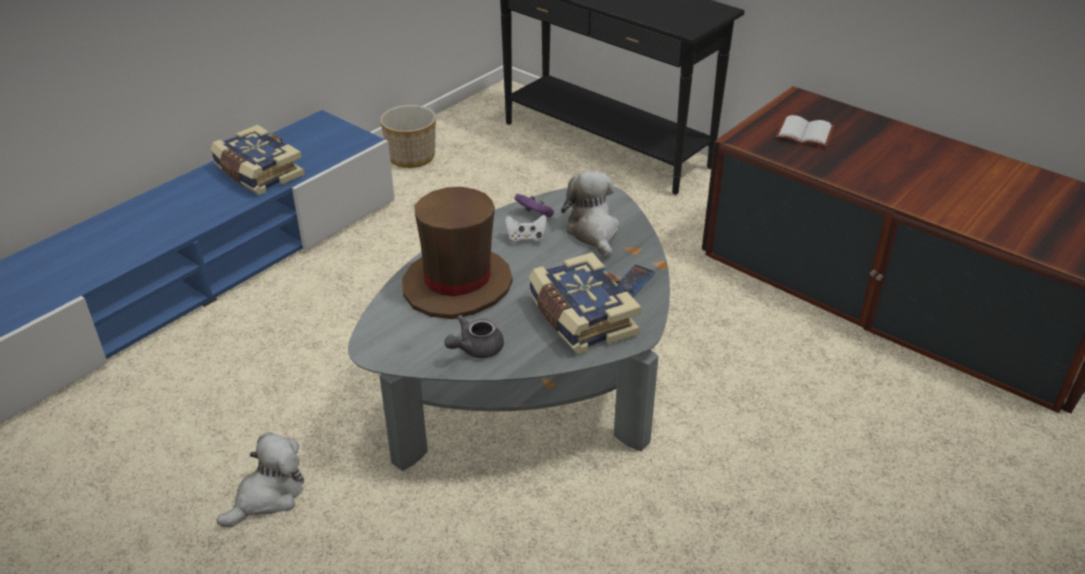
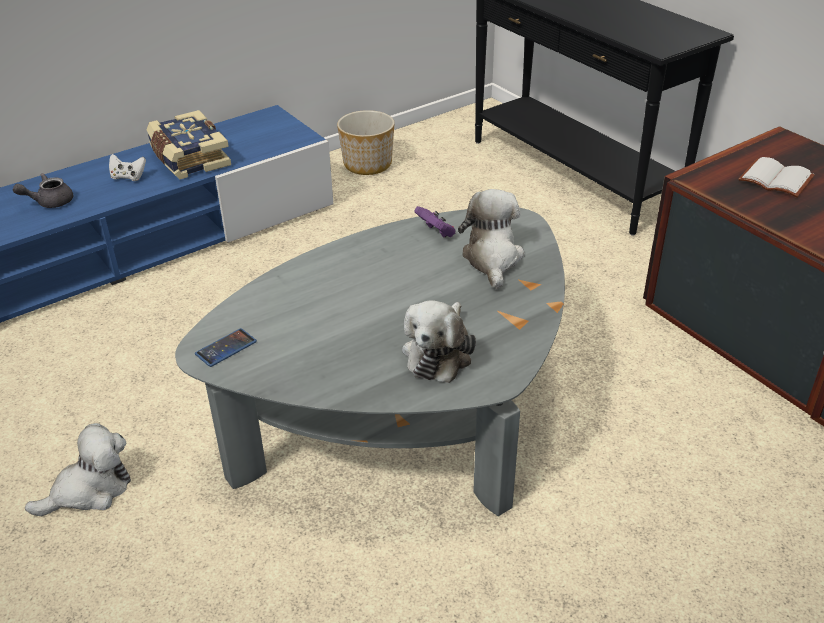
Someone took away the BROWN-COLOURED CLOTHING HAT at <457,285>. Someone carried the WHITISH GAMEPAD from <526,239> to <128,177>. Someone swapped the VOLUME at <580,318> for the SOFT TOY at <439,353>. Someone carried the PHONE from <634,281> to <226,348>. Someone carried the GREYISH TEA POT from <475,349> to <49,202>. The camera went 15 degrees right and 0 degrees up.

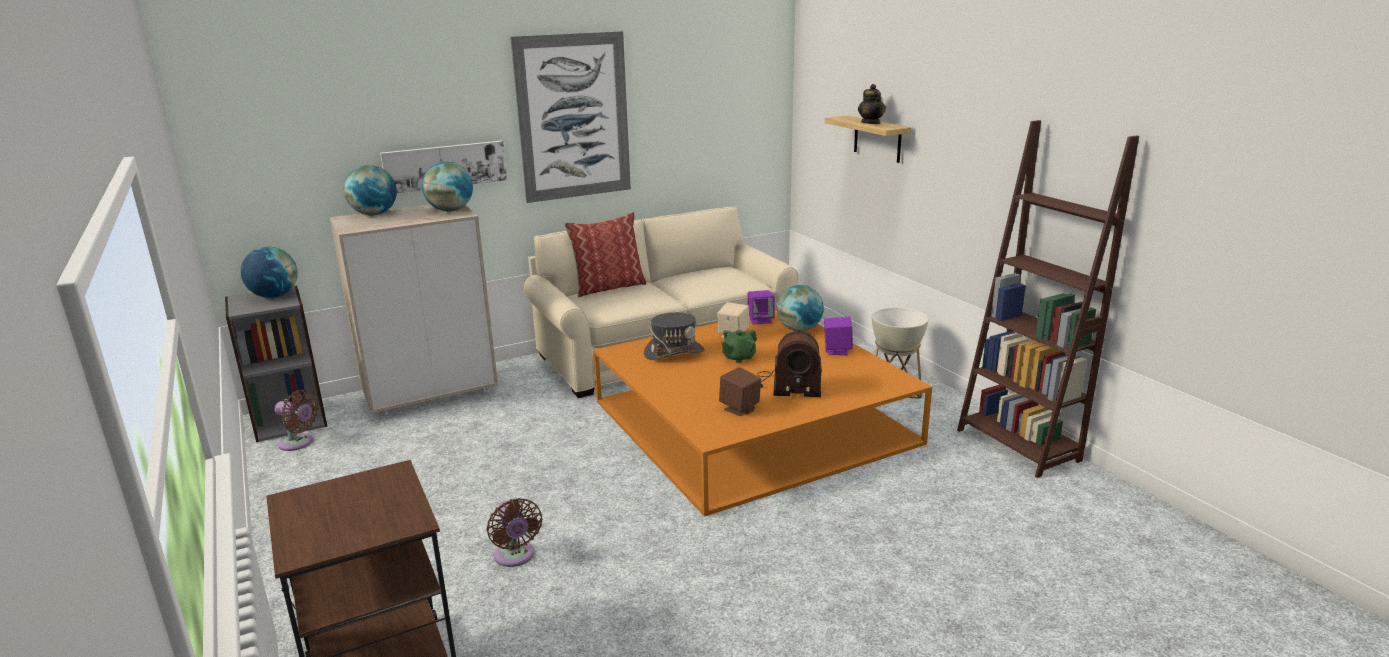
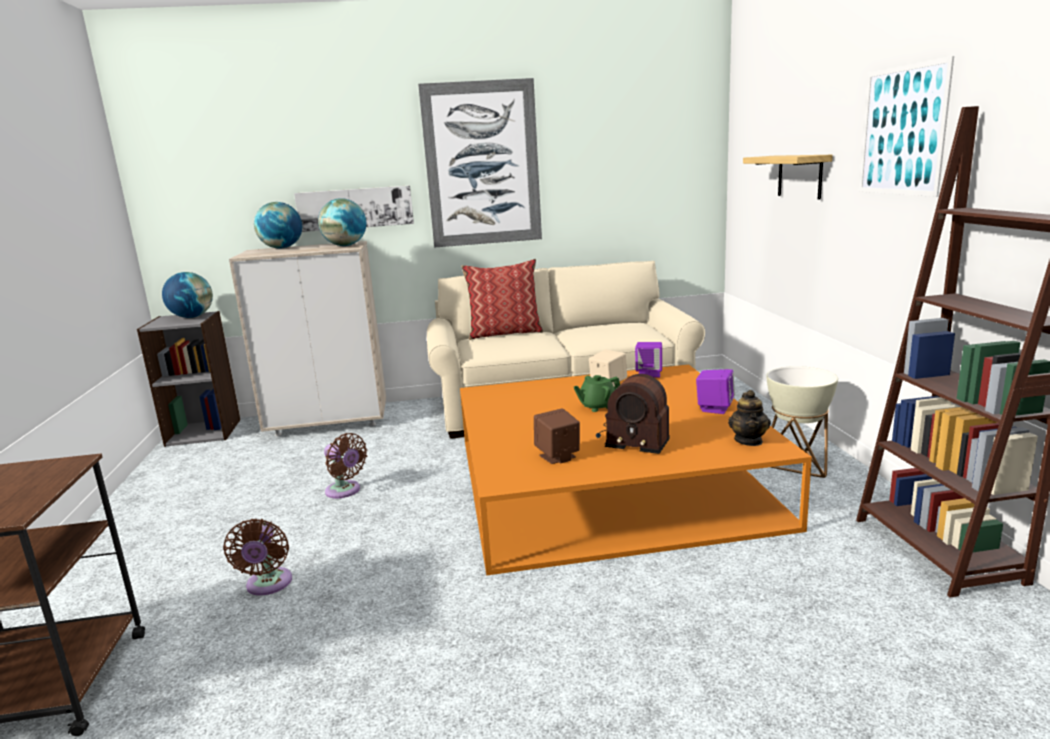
Someone carried the TEA POT from <871,123> to <748,441>. Someone took away the DESK GLOBE at <799,329>. Someone took away the GREYISH CLOTHING HAT at <674,352>. Someone carried the BROWN-COLOURED ELECTRIC FAN from <299,443> to <345,491>. Someone put up the WALL ART at <902,131>. The camera went 20 degrees right and 5 degrees down.

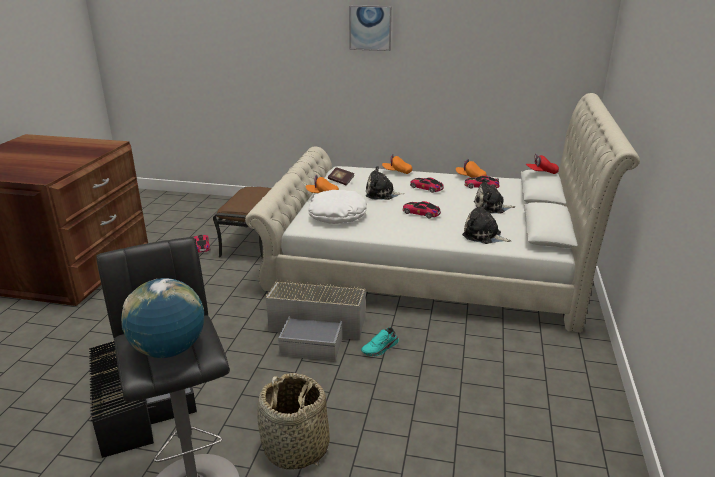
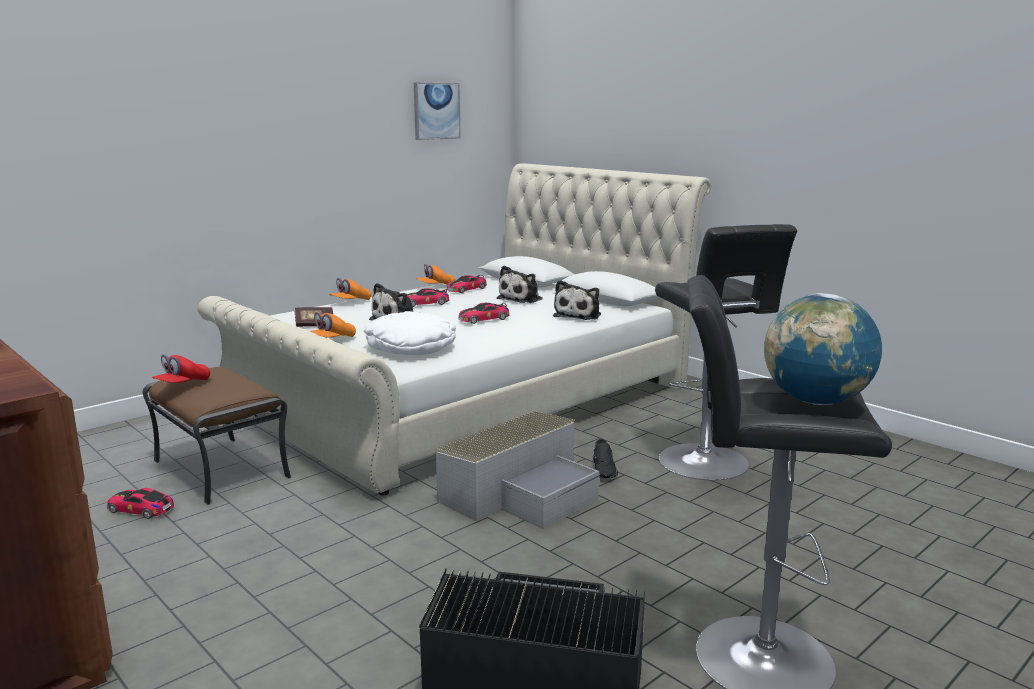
Someone carried the WALL ART from <370,28> to <436,111>. Someone carried the REDDISH CAP from <541,173> to <182,385>. Someone rotated the SOFT TOY at <484,236> by 45 degrees counterclockwise. Someone repainted the TURQUOISE-COLOURED ITEM OF FOOTWEAR at <380,348>, which became the BLACKISH ITEM OF FOOTWEAR at <604,469>. Someone took away the STORAGE BASKET at <296,448>. Someone put down the BLACKISH SITTING STOOL at <707,464>. The camera went 55 degrees left and 10 degrees down.

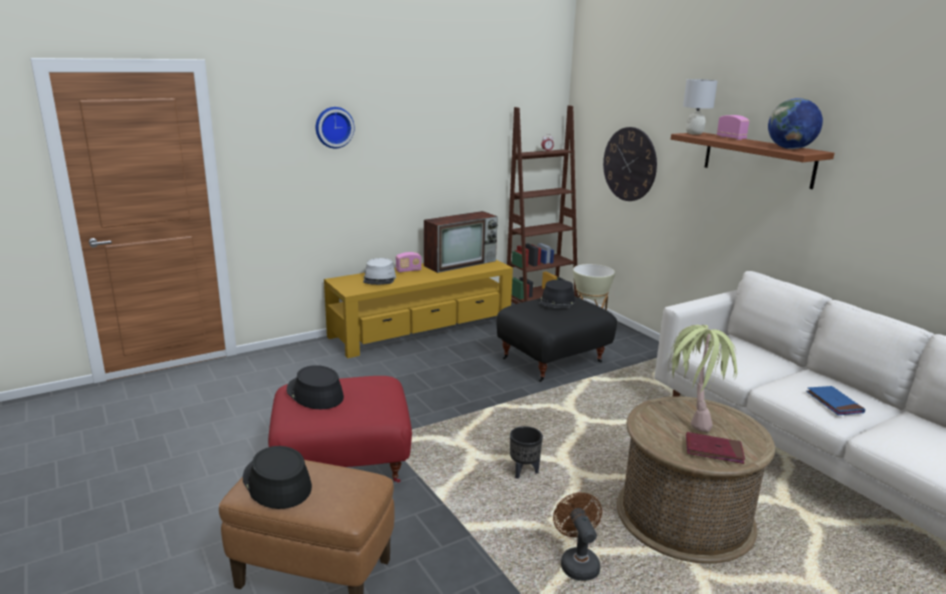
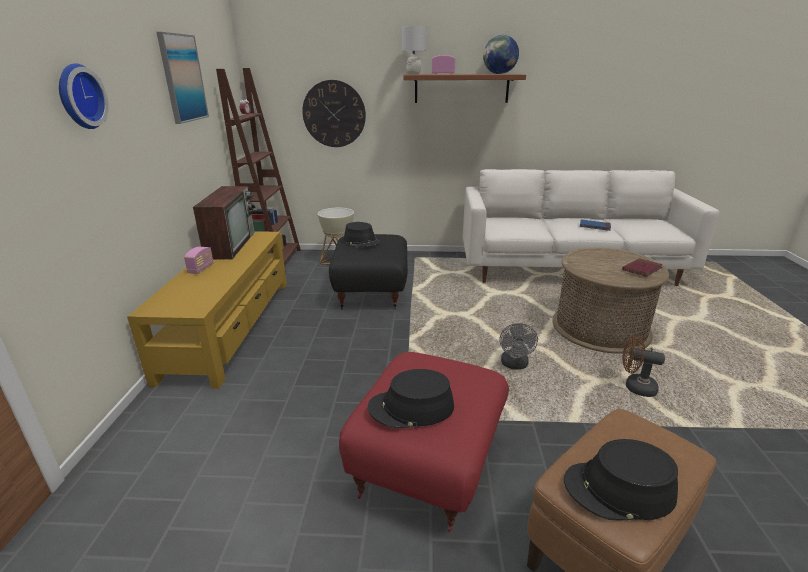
Someone took away the GREYISH CLOTHING HAT at <379,279>. Someone took away the POTTED PLANT at <692,417>. Someone swapped the BLACKISH PLANTER at <524,472> for the GREYISH ELECTRIC FAN at <514,365>. Someone put up the WALL ART at <182,78>. The camera went 55 degrees left and 5 degrees up.

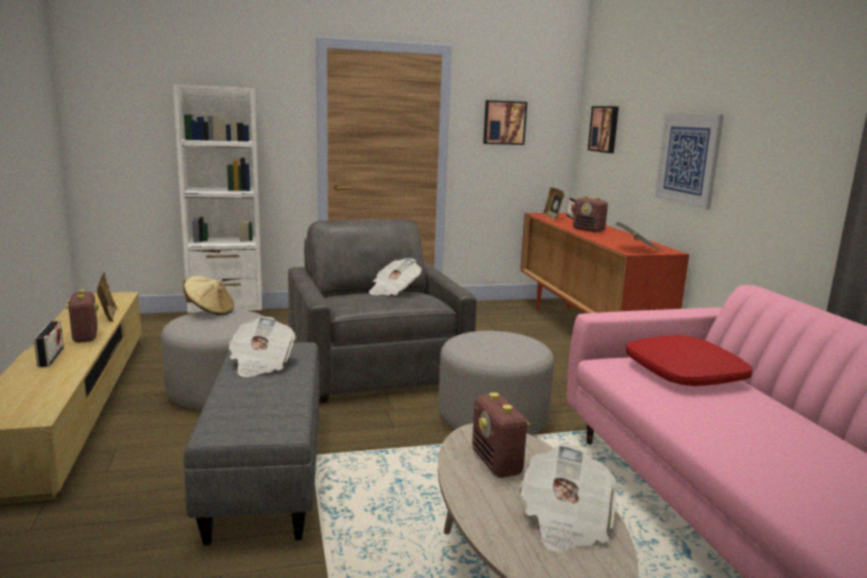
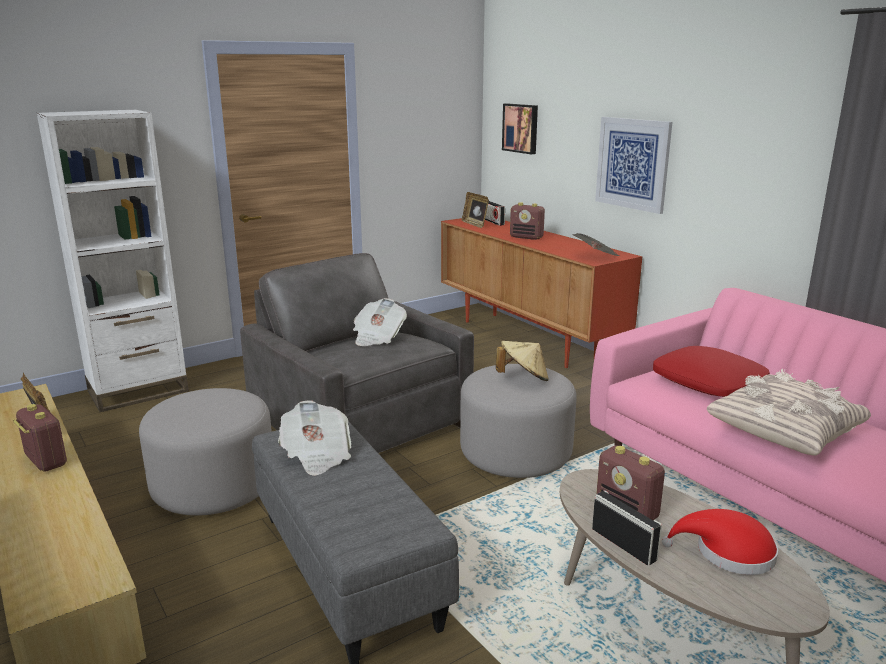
Someone took away the WALL ART at <504,122>. Someone carried the BEIGE CLOTHING HAT from <210,311> to <523,378>. Someone carried the RADIO from <51,357> to <623,544>. Someone swapped the DAILY PAPER at <565,521> for the REDDISH CLOTHING HAT at <728,553>. Someone put down the BEIGE CUSHION at <784,434>. The camera went 20 degrees left and 5 degrees up.

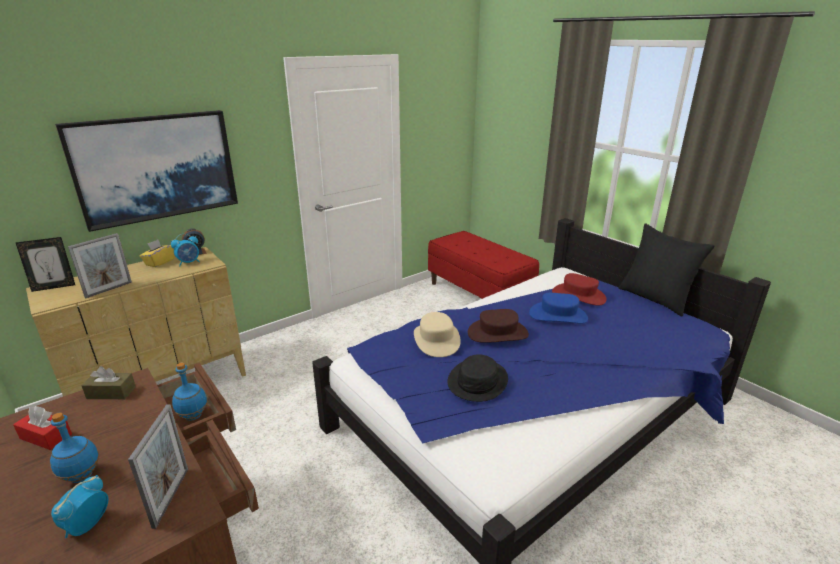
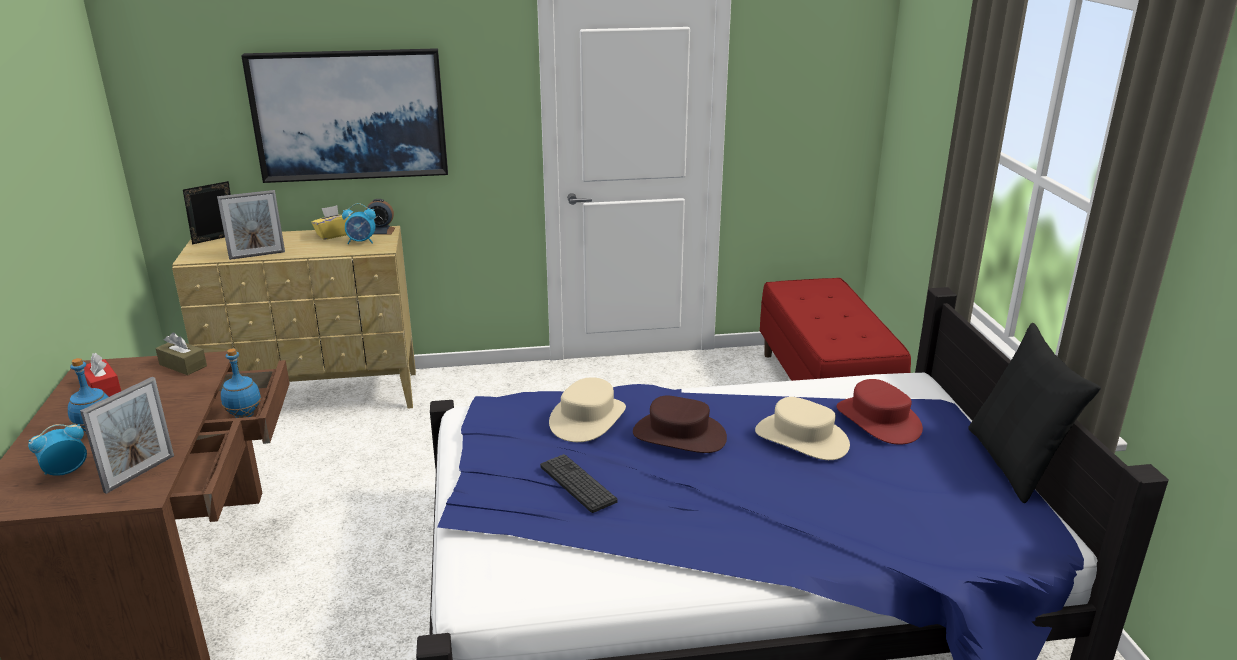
Someone rotated the STANDING FRAME at <54,287> by 135 degrees clockwise. Someone repainted the BLUE-COLOURED CLOTHING HAT at <558,315>, which became the BEIGE CLOTHING HAT at <802,438>. Someone swapped the BLACKISH CLOTHING HAT at <478,381> for the KEYBOARD at <577,484>. The camera went 30 degrees right and 0 degrees up.

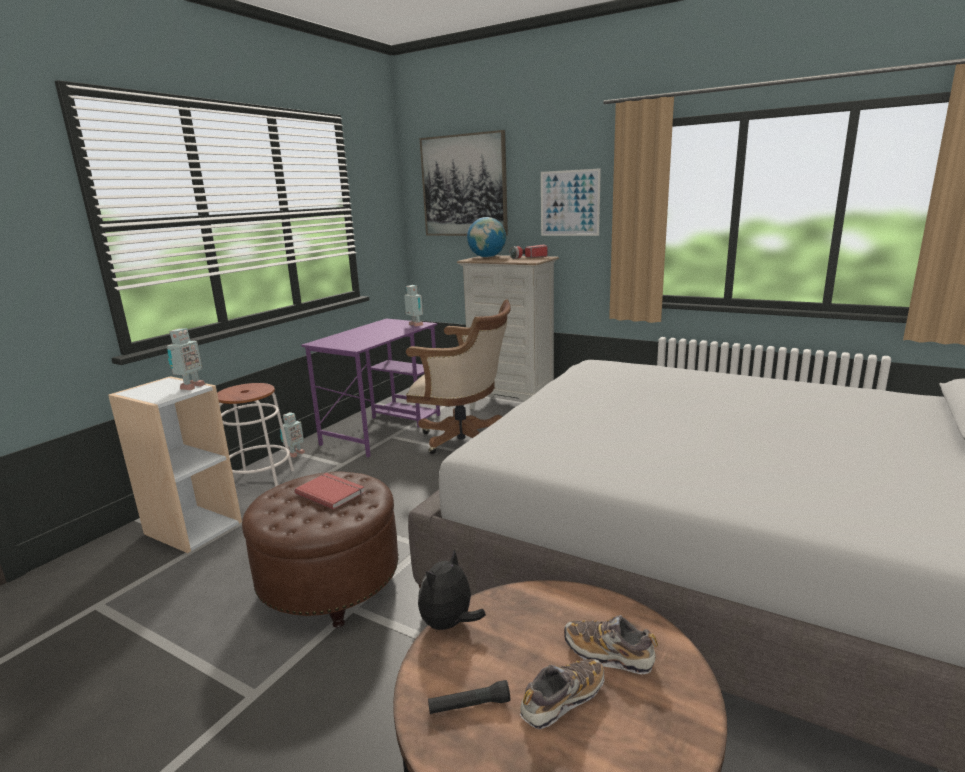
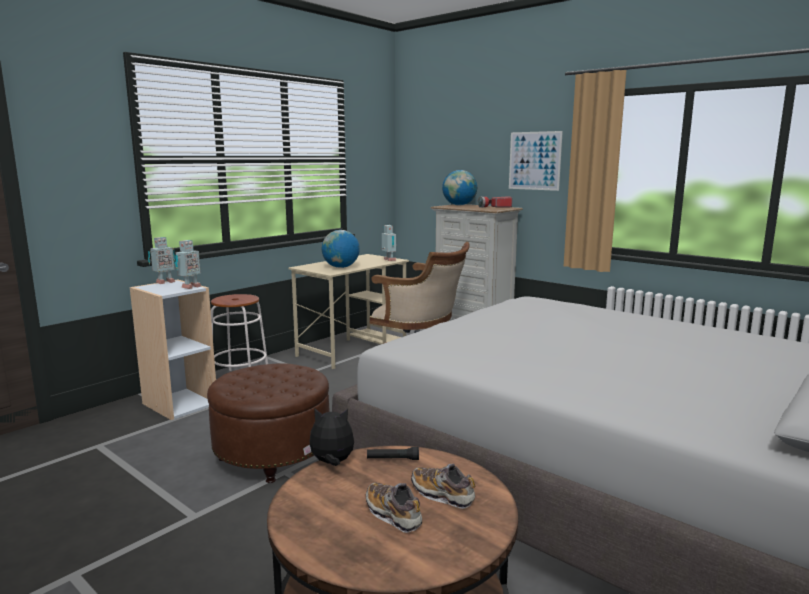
Someone took away the WALL ART at <464,186>. Someone repainted the PURPLISH DESK UNIT at <383,429>, which became the BEIGE DESK UNIT at <353,349>. Someone carried the MODEL ROBOT from <295,454> to <164,282>. Someone took away the REDDISH VOLUME at <331,492>. Someone rotated the SOFT TOY at <449,624> by 45 degrees clockwise. Someone rotated the ITEM OF FOOTWEAR at <562,700> by 105 degrees counterclockwise. Someone carried the BLACKISH HAND TORCH from <469,706> to <393,459>. Someone put down the DESK GLOBE at <340,267>. The camera went 10 degrees right and 5 degrees down.

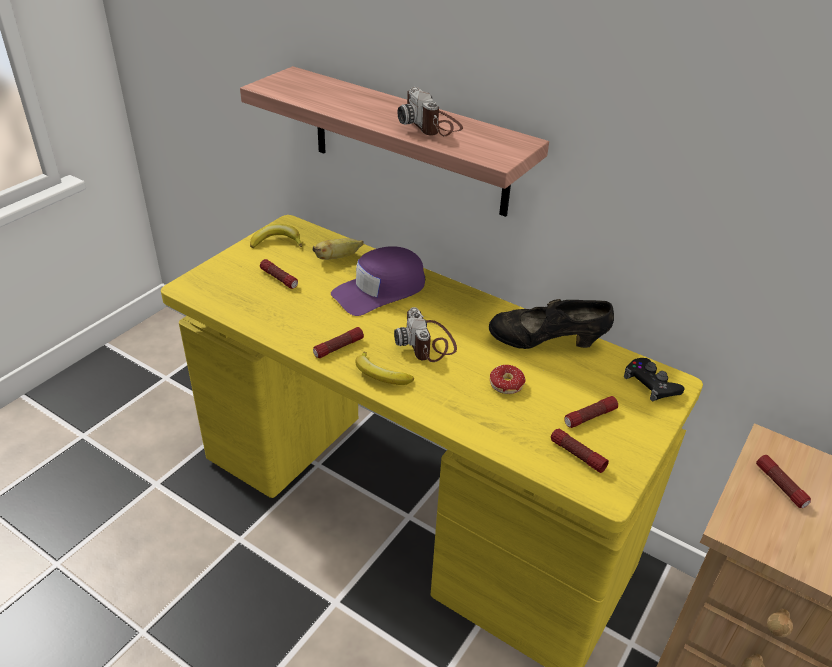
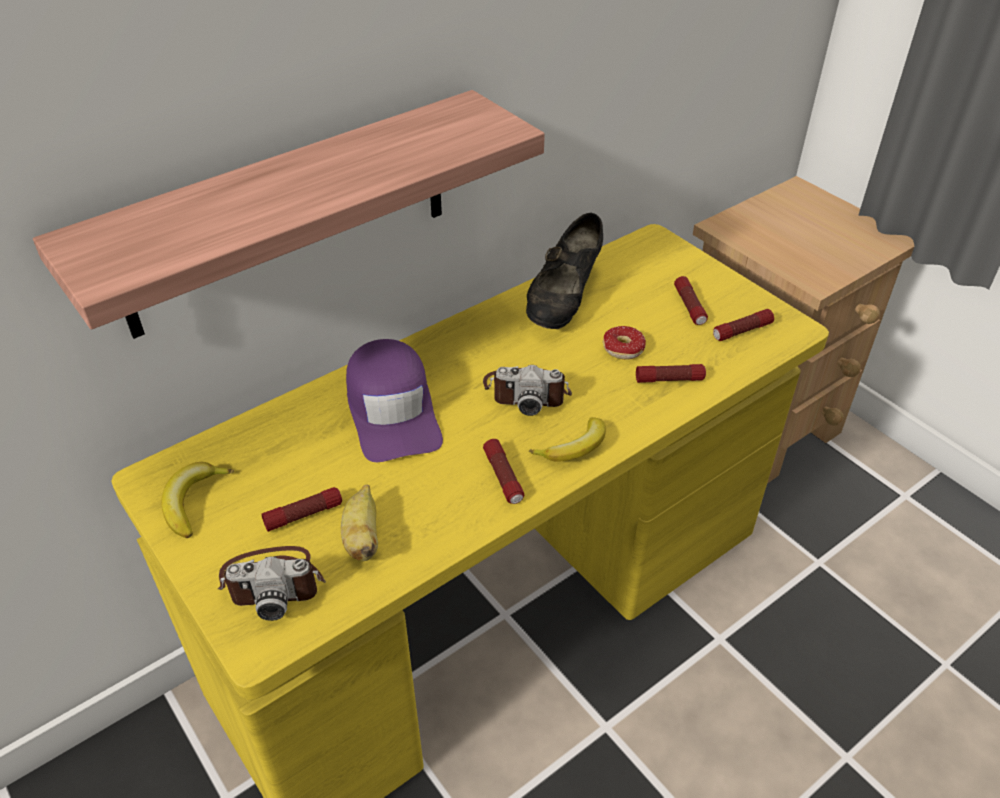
Someone carried the STILL CAMERA from <431,125> to <273,581>. Someone carried the BANANA from <337,257> to <362,538>. Someone took away the BLACKISH GAMEPAD at <651,384>. Someone carried the HAND TORCH from <780,486> to <669,379>. The camera went 70 degrees left and 5 degrees up.

